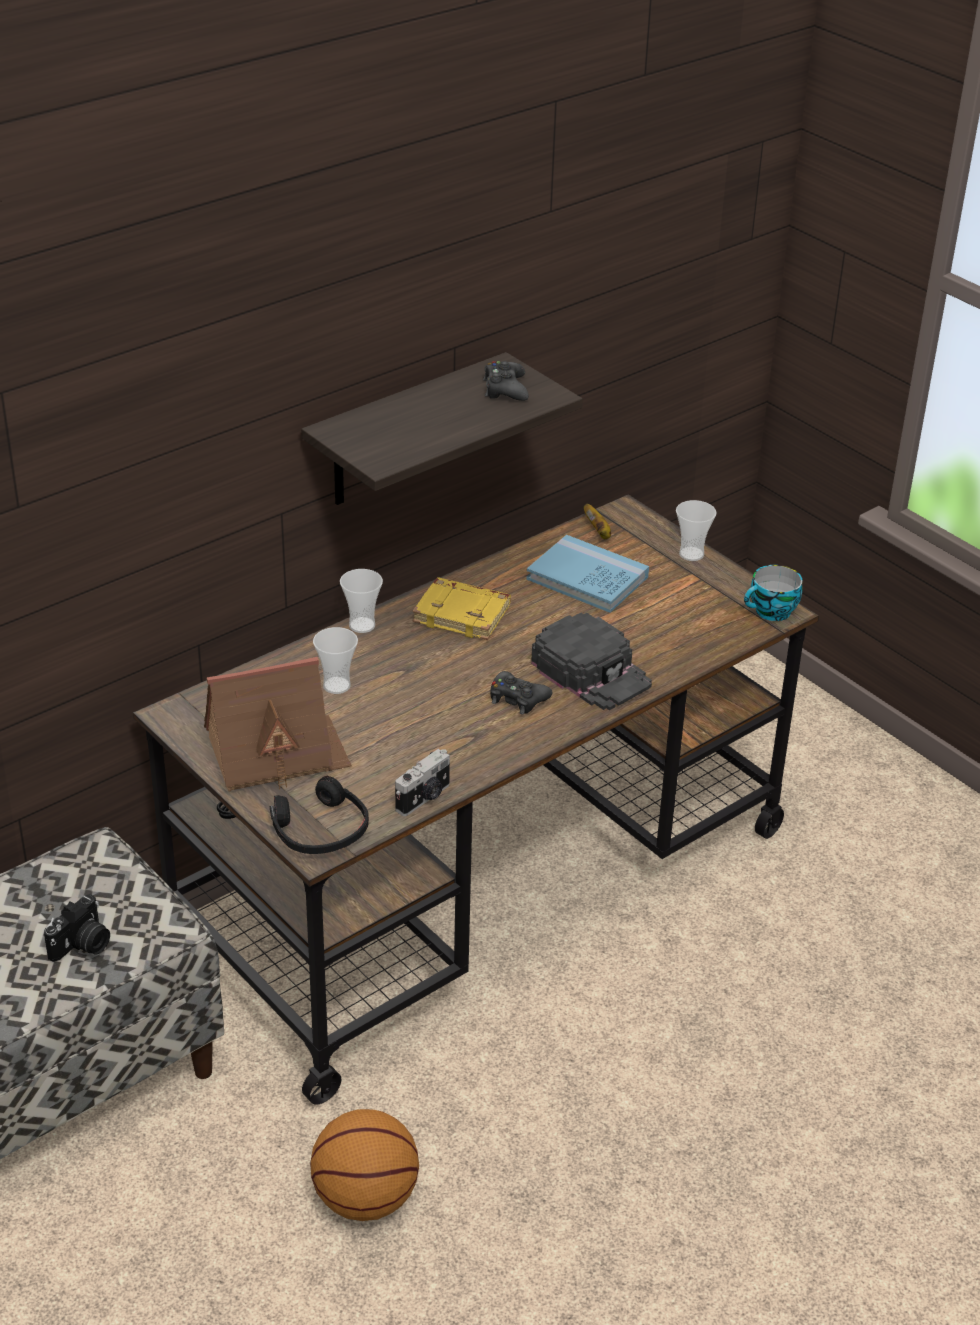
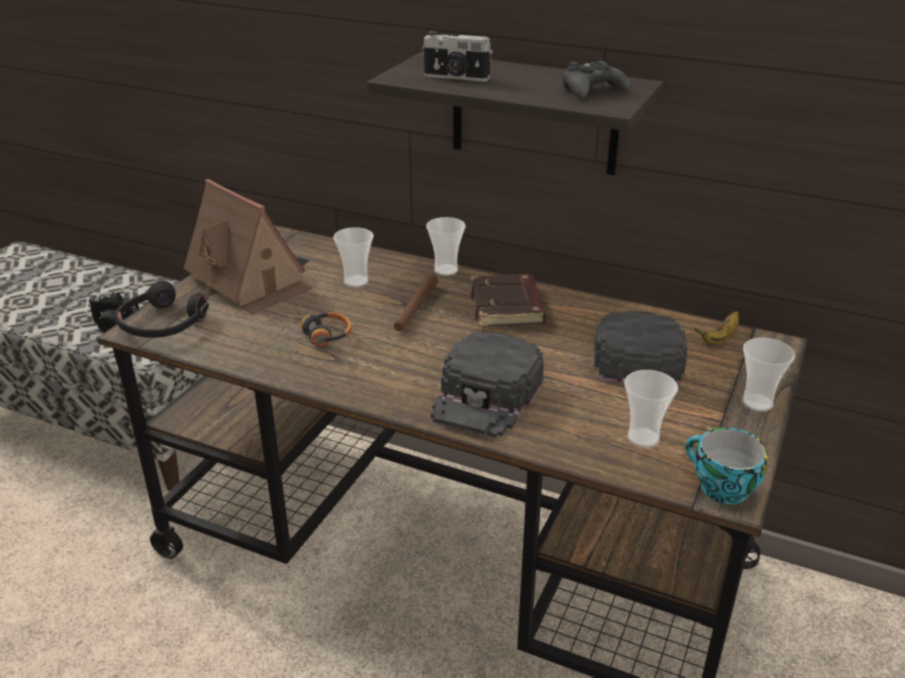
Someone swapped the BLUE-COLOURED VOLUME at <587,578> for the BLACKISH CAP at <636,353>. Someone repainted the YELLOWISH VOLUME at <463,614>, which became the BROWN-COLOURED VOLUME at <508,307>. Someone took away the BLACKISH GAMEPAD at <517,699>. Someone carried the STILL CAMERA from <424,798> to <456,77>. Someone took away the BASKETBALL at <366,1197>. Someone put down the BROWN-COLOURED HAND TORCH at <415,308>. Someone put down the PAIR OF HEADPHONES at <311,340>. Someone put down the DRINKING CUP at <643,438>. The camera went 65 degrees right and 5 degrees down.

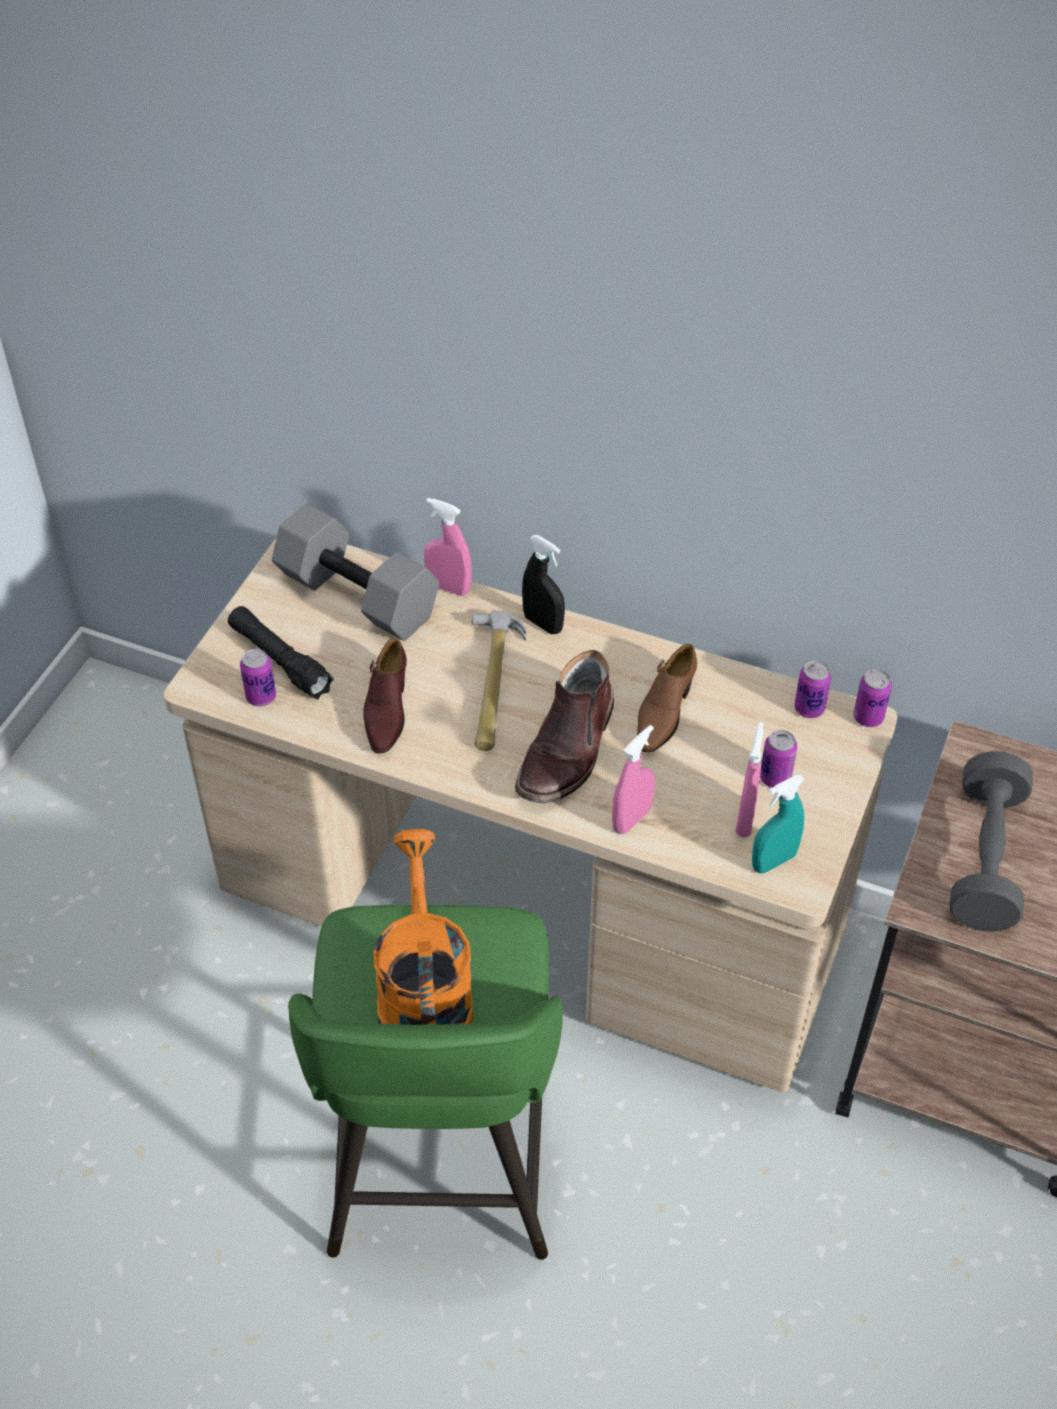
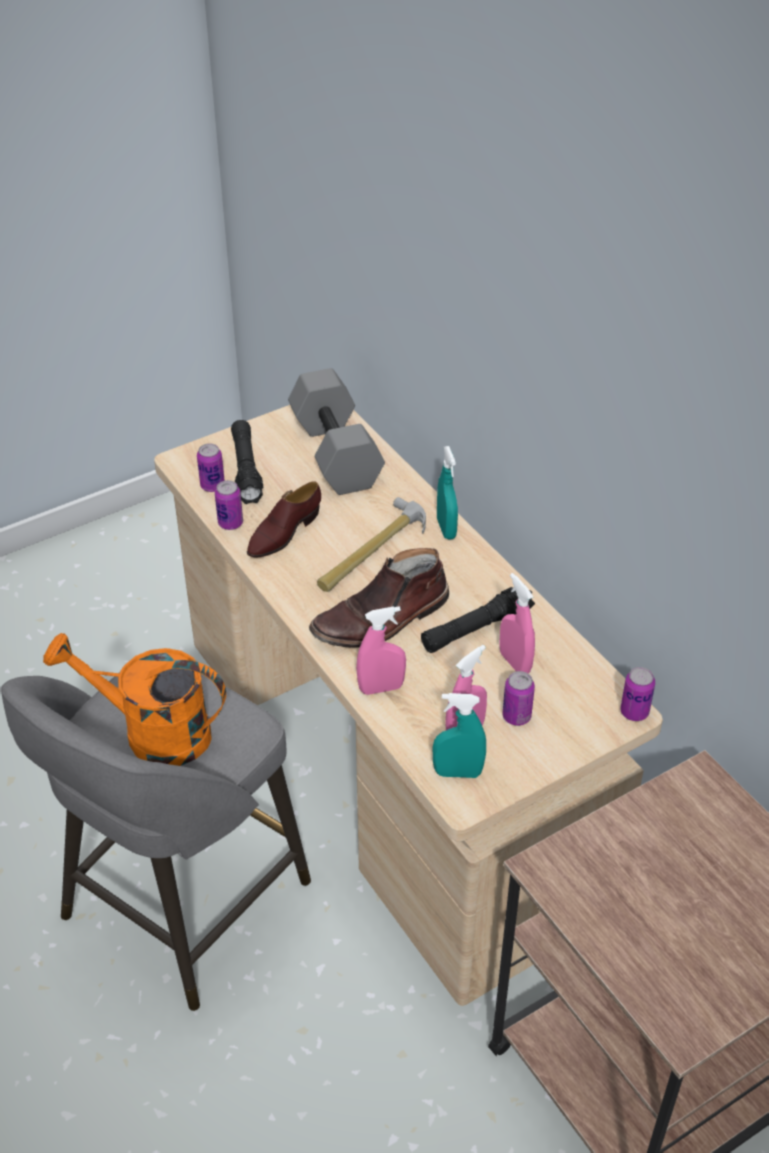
Someone carried the PINK-COLOURED HAND SPRAYER from <448,587> to <514,662>. Someone repainted the BLACKISH HAND SPRAYER at <543,624>, which became the TURQUOISE-COLOURED HAND SPRAYER at <446,529>. Someone swapped the BROWN-COLOURED ITEM OF FOOTWEAR at <663,712> for the BLACKISH HAND TORCH at <476,629>. Someone carried the SEALED CAN from <809,708> to <230,523>. Someone took away the GREYISH DUMBBELL at <985,860>. Someone rotated the ORANGE SPRINKLING CAN at <423,993> by 105 degrees counterclockwise. Someone repainted the GREEN SITTING STOOL at <440,1165>, which became the GREYISH SITTING STOOL at <180,904>. The camera went 35 degrees right and 5 degrees down.

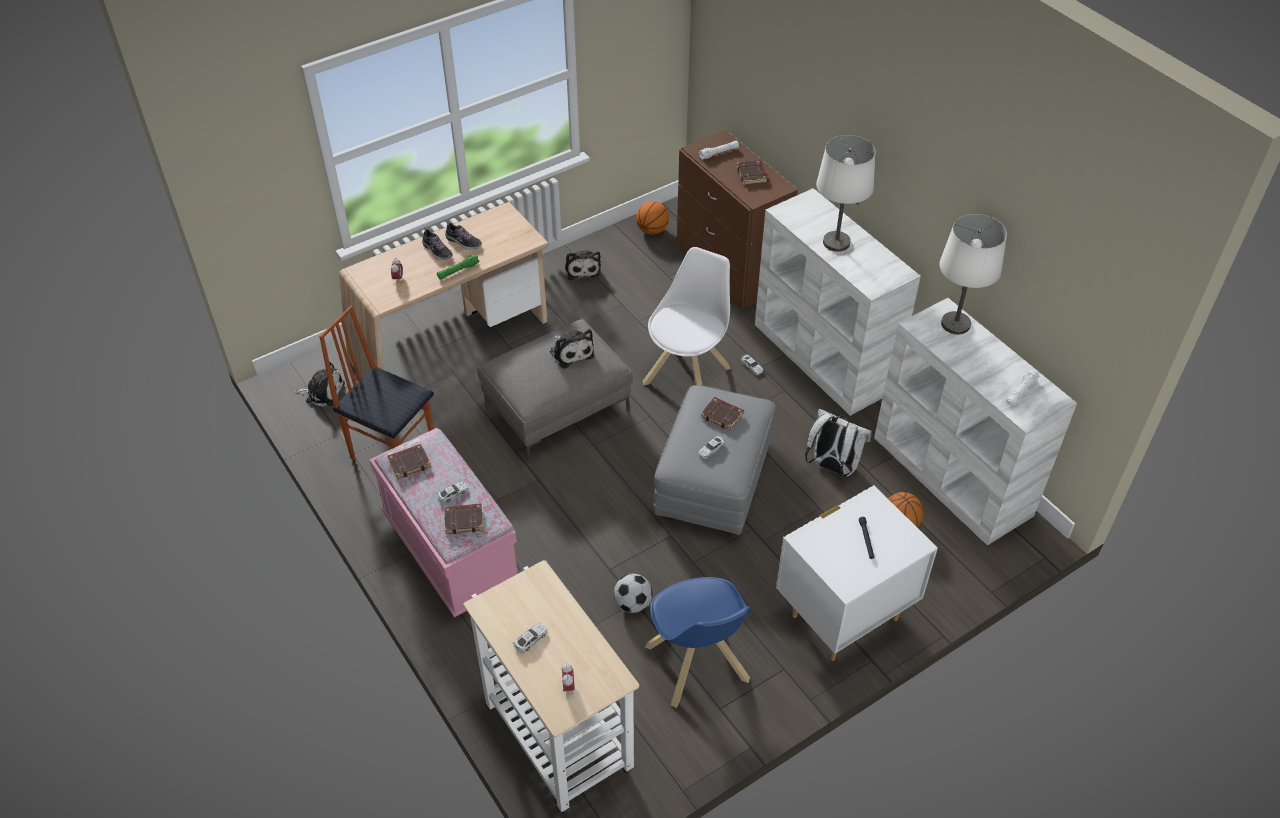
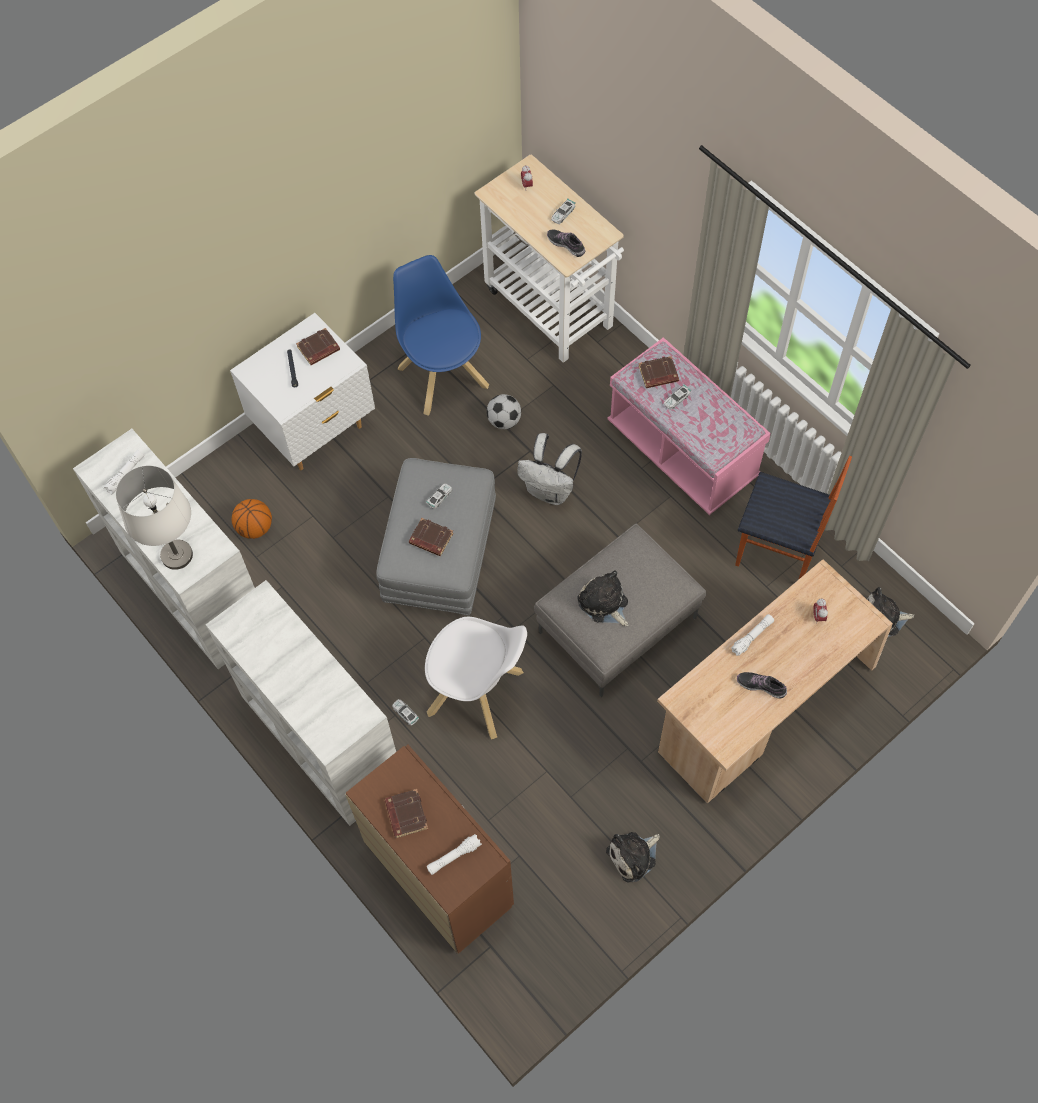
Someone took away the WHITISH TABLETOP LAMP at <836,243>. Someone took away the BASKETBALL at <652,230>. Someone carried the ITEM OF FOOTWEAR from <437,250> to <566,245>. Someone rotated the WHITISH UPRIGHT CHAIR at <688,373> by 90 degrees counterclockwise. Someone rotated the SOFT TOY at <582,268> by 105 degrees counterclockwise. Someone repainted the GREEN HAND TORCH at <458,271>, which became the WHITISH HAND TORCH at <752,637>. Someone carried the WHITISH RUCKSACK from <832,466> to <550,491>. Someone carried the BROWN-COLOURED VOLUME from <409,463> to <318,349>. The camera went 175 degrees right and 15 degrees up.

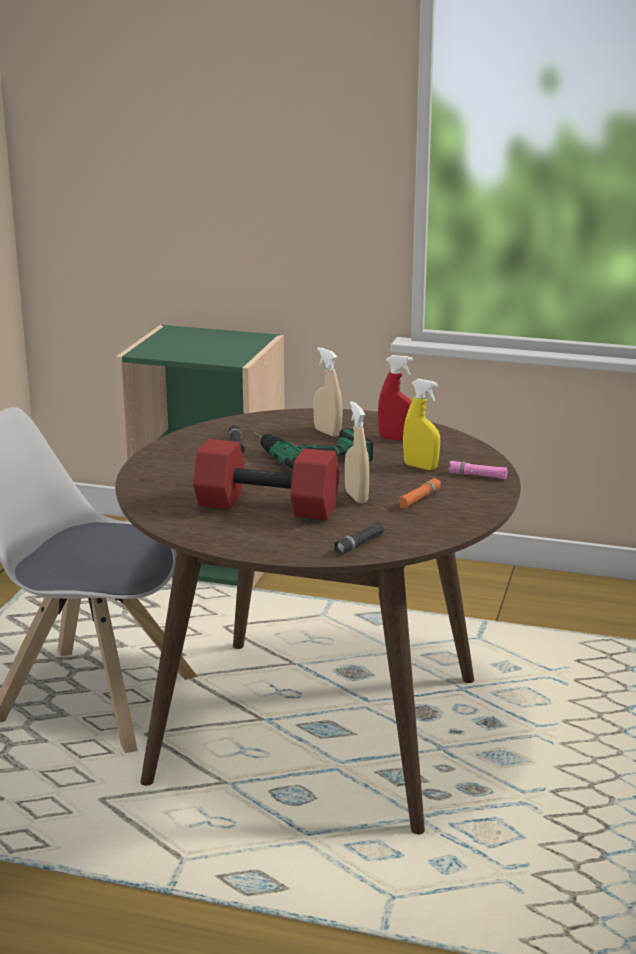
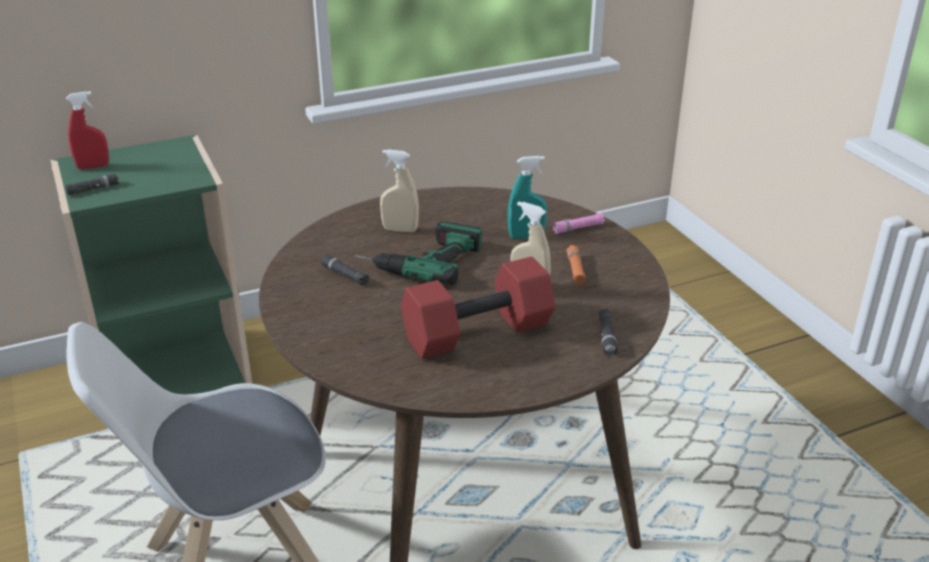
Someone carried the REDDISH HAND SPRAYER from <396,439> to <93,167>. Someone repainted the YELLOWISH HAND SPRAYER at <420,467>, which became the TURQUOISE-COLOURED HAND SPRAYER at <526,236>. Someone put down the BLACKISH HAND TORCH at <93,189>. The camera went 40 degrees left and 10 degrees up.

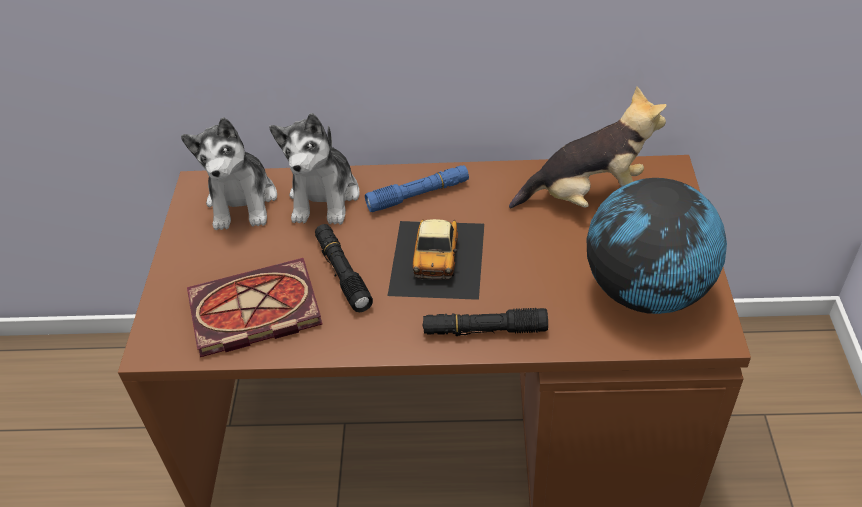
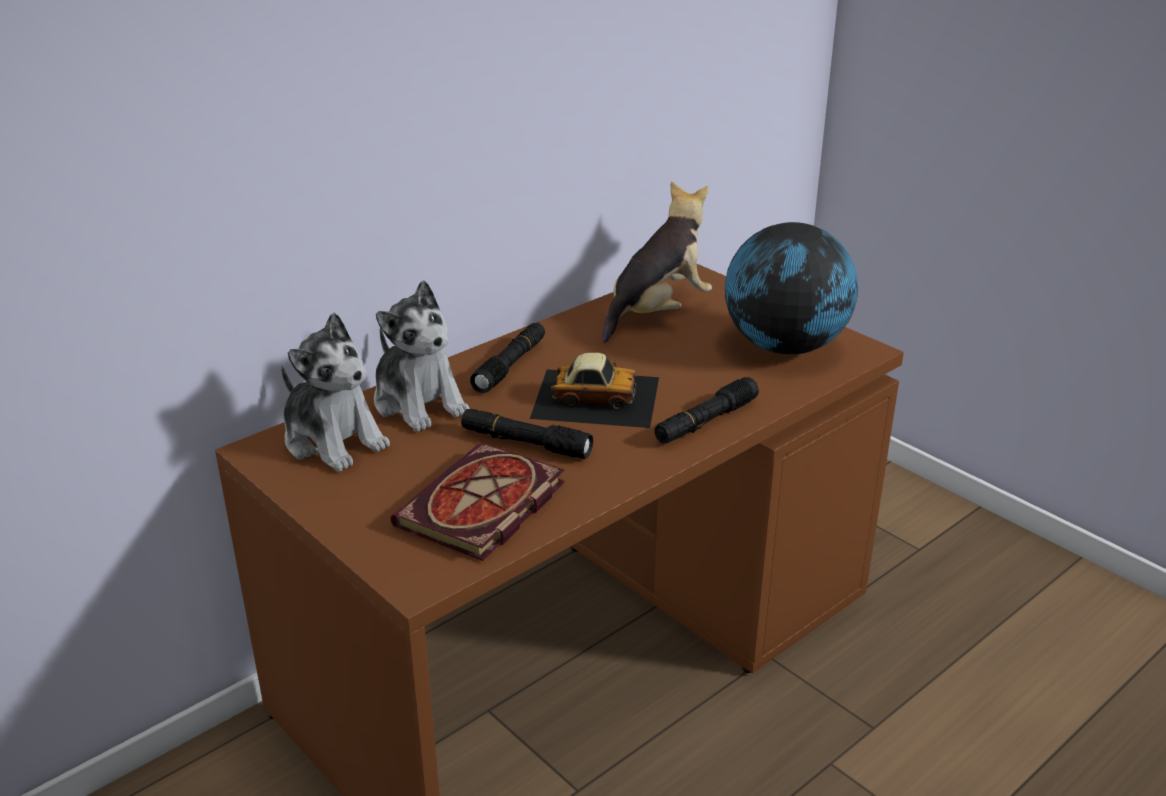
Someone repainted the BLUE-COLOURED HAND TORCH at <418,195>, which became the BLACKISH HAND TORCH at <510,366>. Someone rotated the MINIATURE CAR at <438,258> by 45 degrees counterclockwise. The camera went 45 degrees left and 15 degrees down.

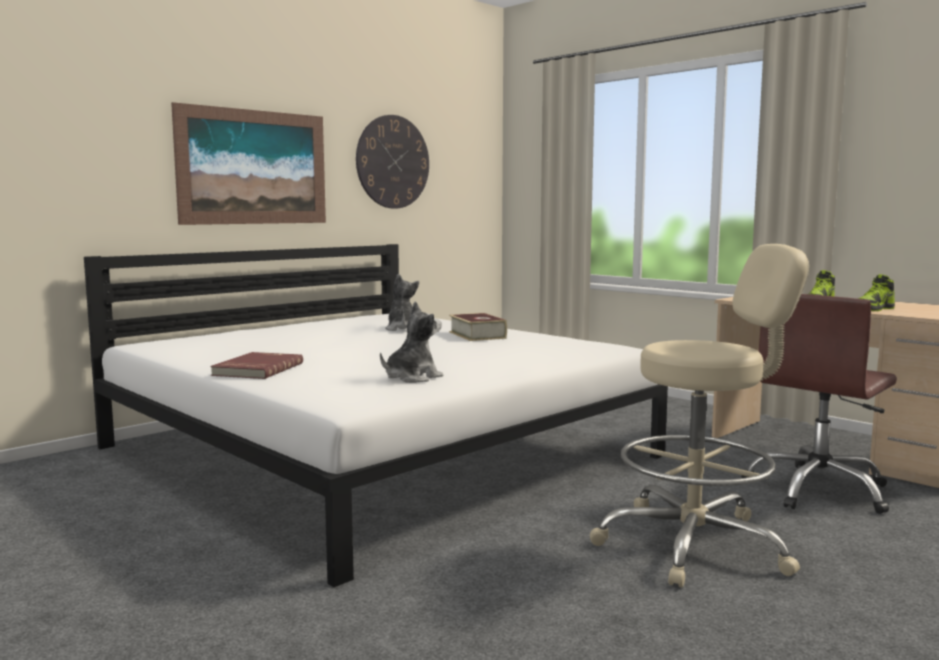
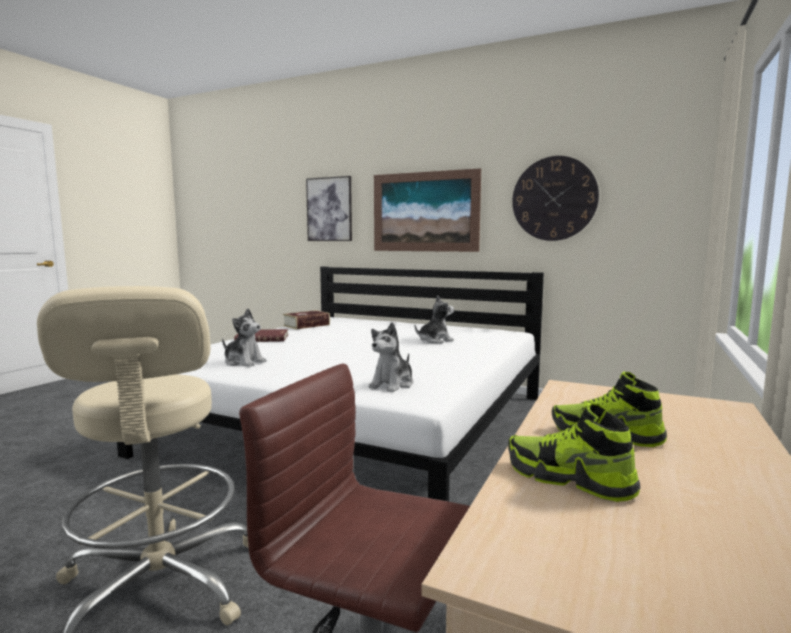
Someone carried the VOLUME from <477,335> to <306,325>. Someone put up the WALL ART at <329,209>. Someone put down the SOFT TOY at <392,384>. The camera went 70 degrees right and 0 degrees up.

